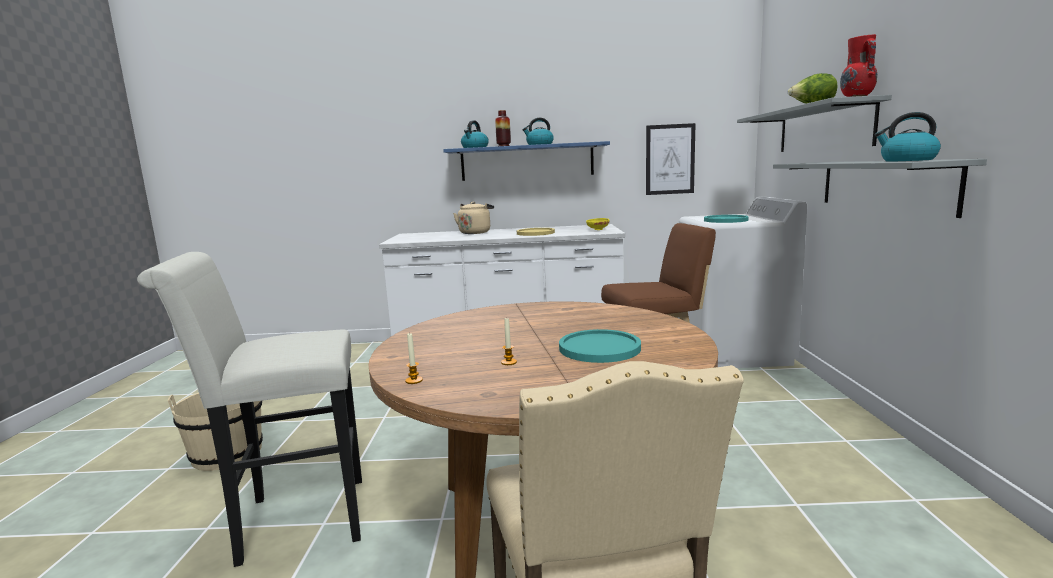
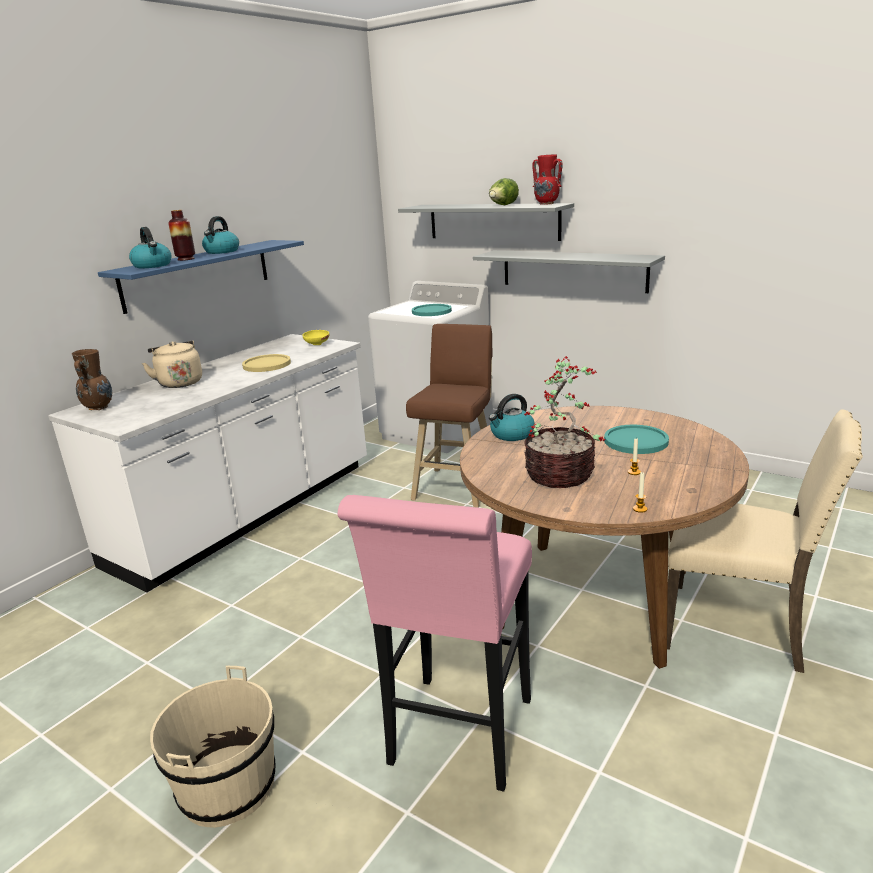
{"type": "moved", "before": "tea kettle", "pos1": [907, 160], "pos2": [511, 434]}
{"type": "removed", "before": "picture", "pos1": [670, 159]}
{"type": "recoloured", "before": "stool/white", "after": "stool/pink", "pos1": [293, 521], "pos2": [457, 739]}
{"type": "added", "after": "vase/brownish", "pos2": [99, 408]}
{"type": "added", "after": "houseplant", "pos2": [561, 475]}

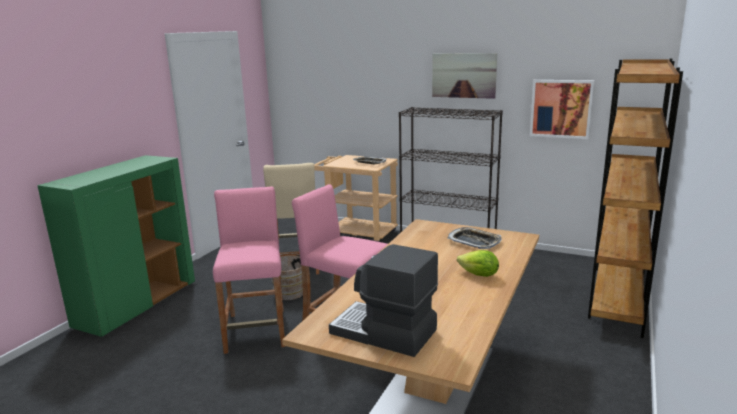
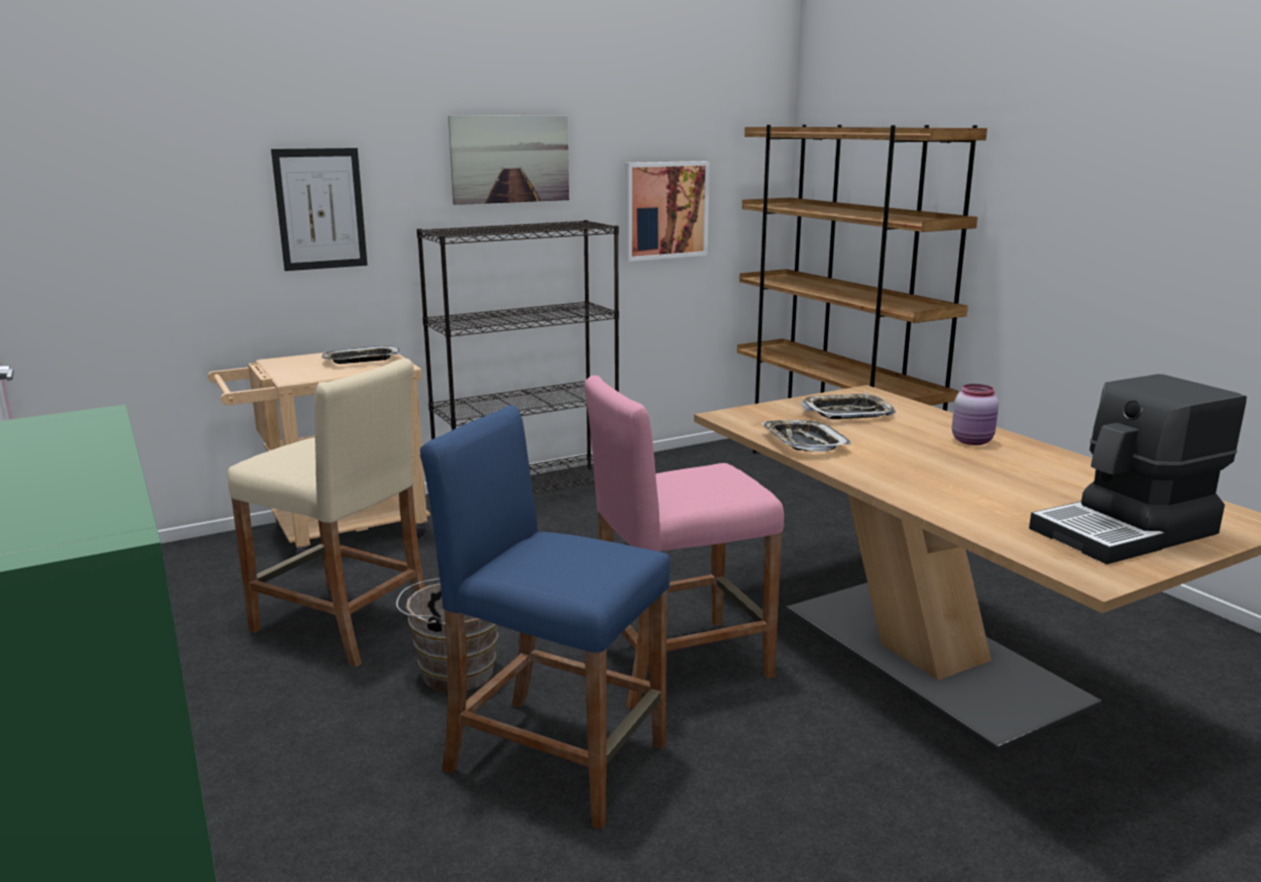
{"type": "recoloured", "before": "stool/pink", "after": "stool/blue", "pos1": [256, 330], "pos2": [556, 757]}
{"type": "replaced", "before": "lettuce", "after": "storage jar/pink", "pos1": [479, 275], "pos2": [973, 441]}
{"type": "added", "after": "picture", "pos2": [320, 209]}
{"type": "added", "after": "serving tray", "pos2": [803, 442]}

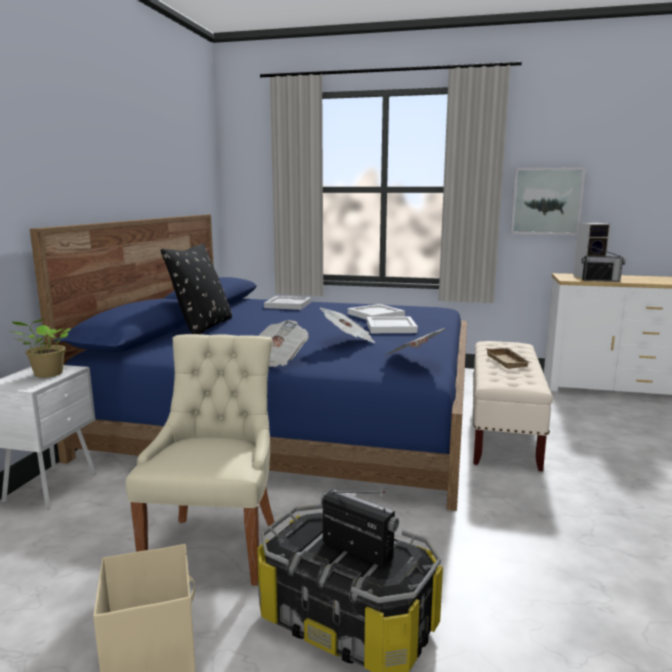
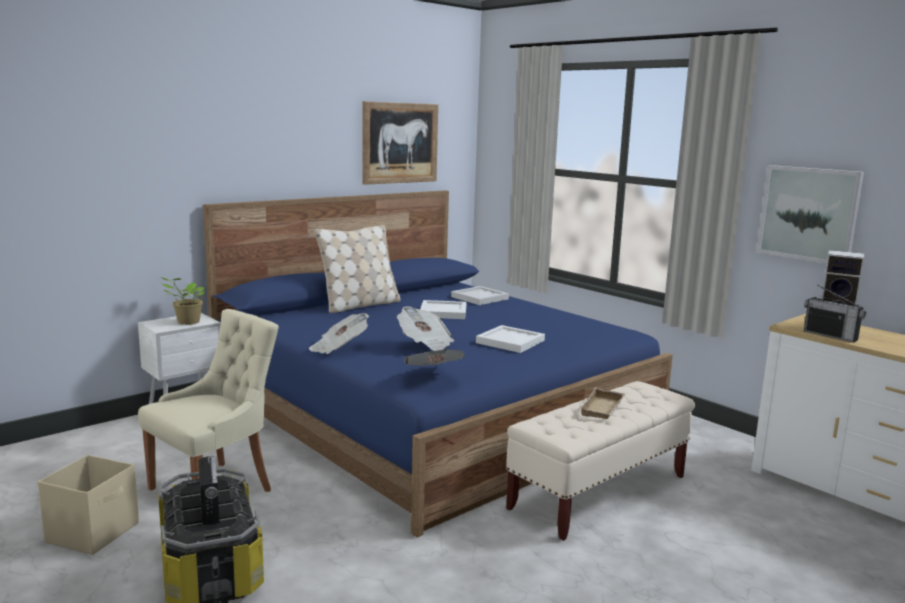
{"type": "recoloured", "before": "pillow/black", "after": "pillow/beige-coloured", "pos1": [203, 326], "pos2": [359, 305]}
{"type": "moved", "before": "serving tray/white", "pos1": [376, 315], "pos2": [444, 312]}
{"type": "added", "after": "picture", "pos2": [400, 143]}

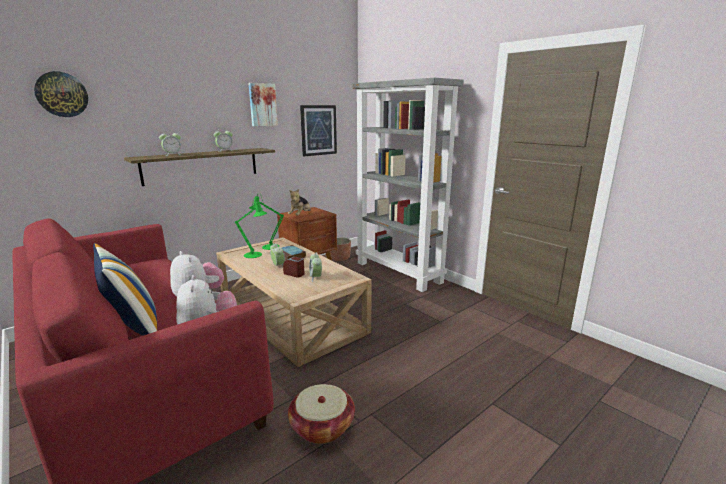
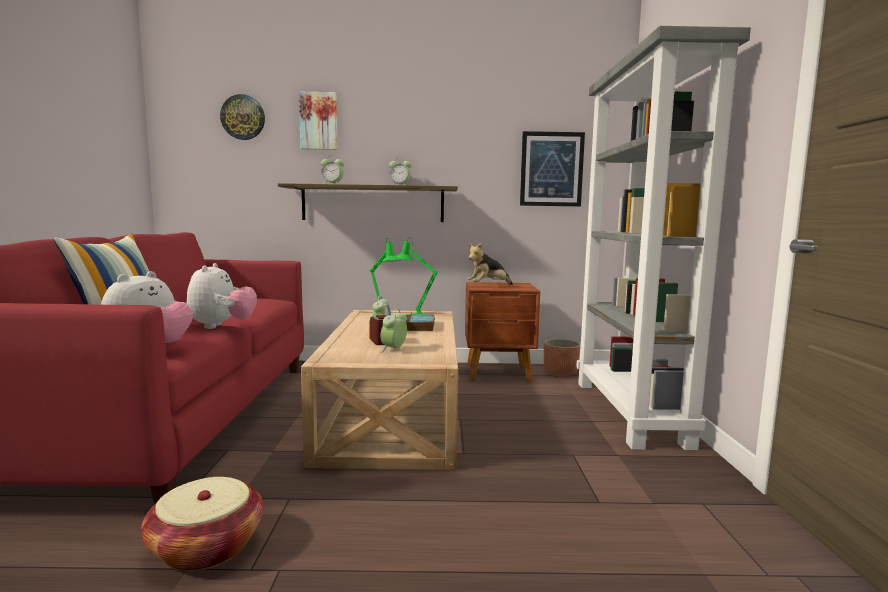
{"type": "moved", "before": "picture", "pos1": [262, 104], "pos2": [319, 121]}

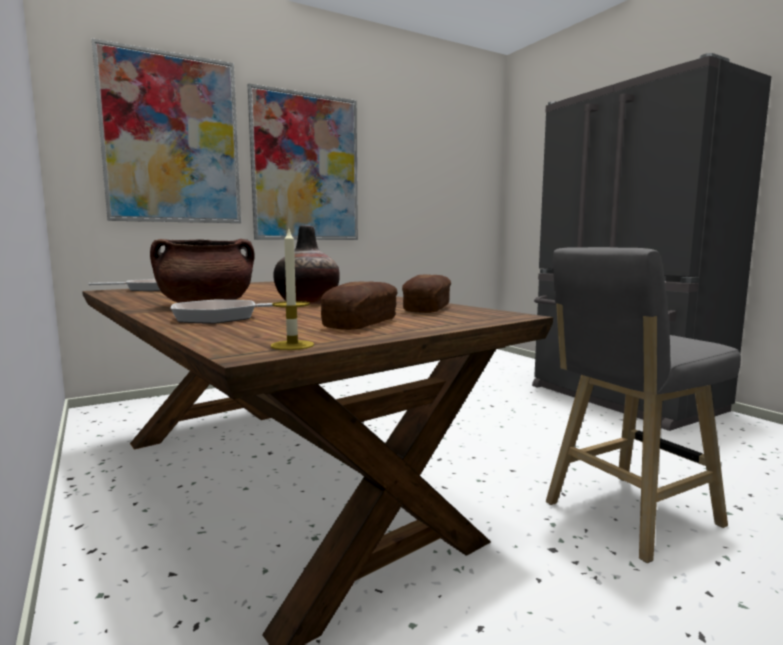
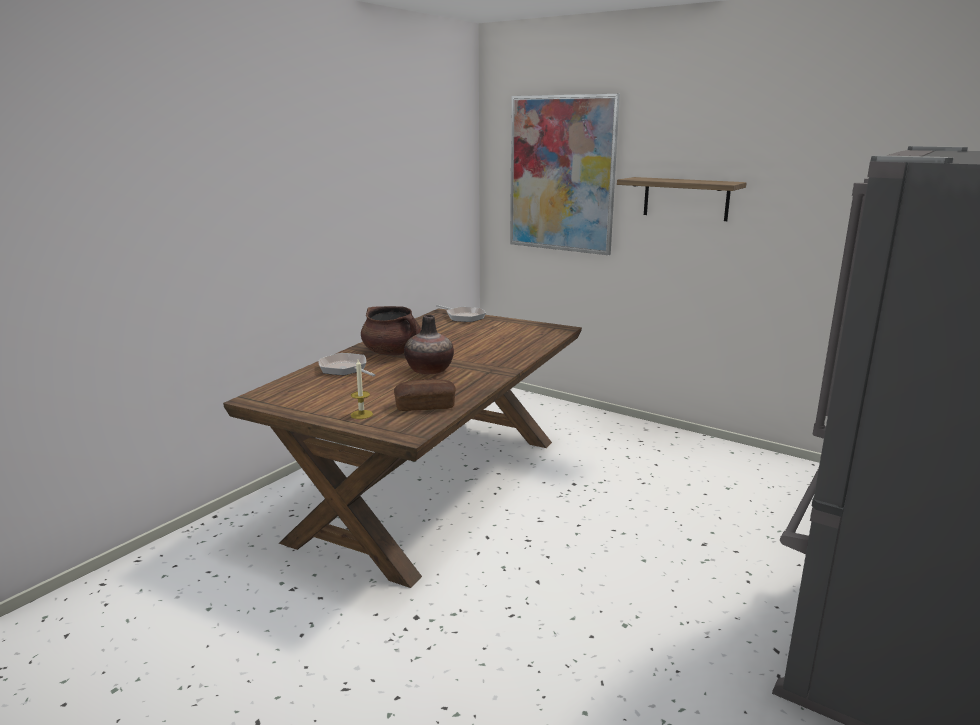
{"type": "replaced", "before": "picture", "after": "shelf", "pos1": [306, 168], "pos2": [686, 198]}
{"type": "moved", "before": "wax candle", "pos1": [292, 345], "pos2": [361, 414]}
{"type": "removed", "before": "stool/grey", "pos1": [626, 516]}
{"type": "removed", "before": "bread", "pos1": [361, 324]}

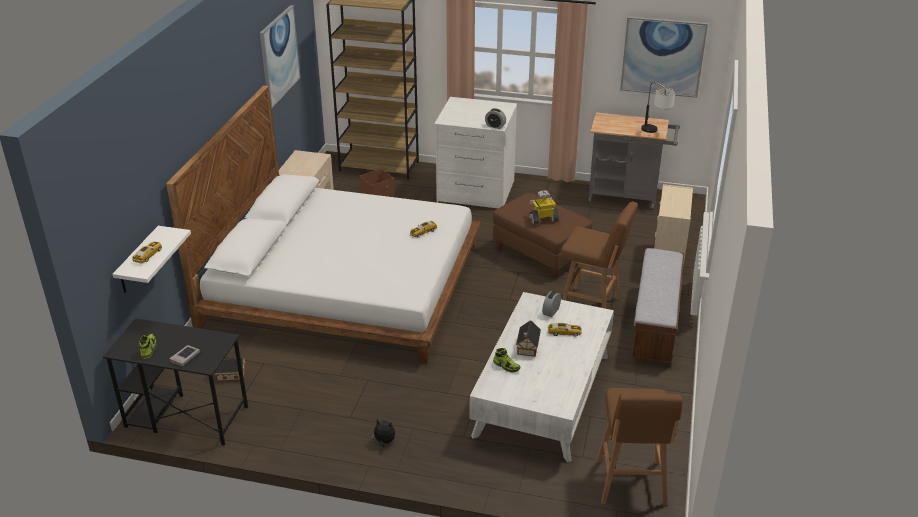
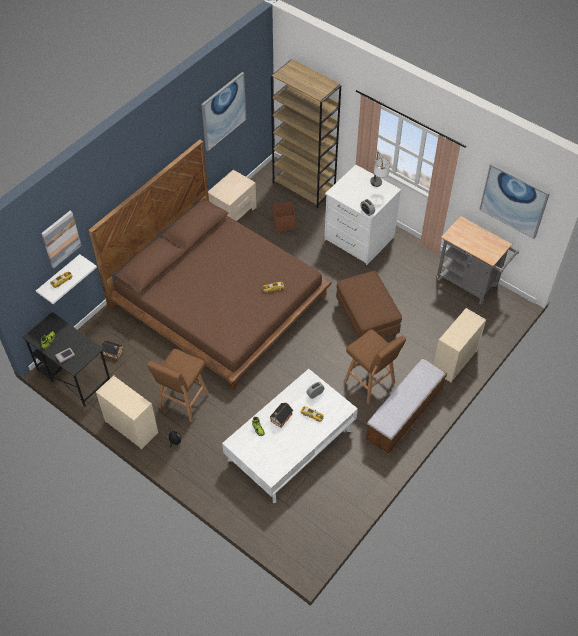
{"type": "moved", "before": "table lamp", "pos1": [655, 132], "pos2": [378, 186]}
{"type": "recoloured", "before": "sleeping bed/white", "after": "sleeping bed/brownish", "pos1": [345, 284], "pos2": [219, 299]}
{"type": "removed", "before": "toy robot", "pos1": [543, 219]}
{"type": "moved", "before": "stool/brownish", "pos1": [630, 484], "pos2": [182, 402]}
{"type": "added", "after": "picture", "pos2": [60, 238]}
{"type": "added", "after": "drawer chest/beige-coloured", "pos2": [131, 426]}

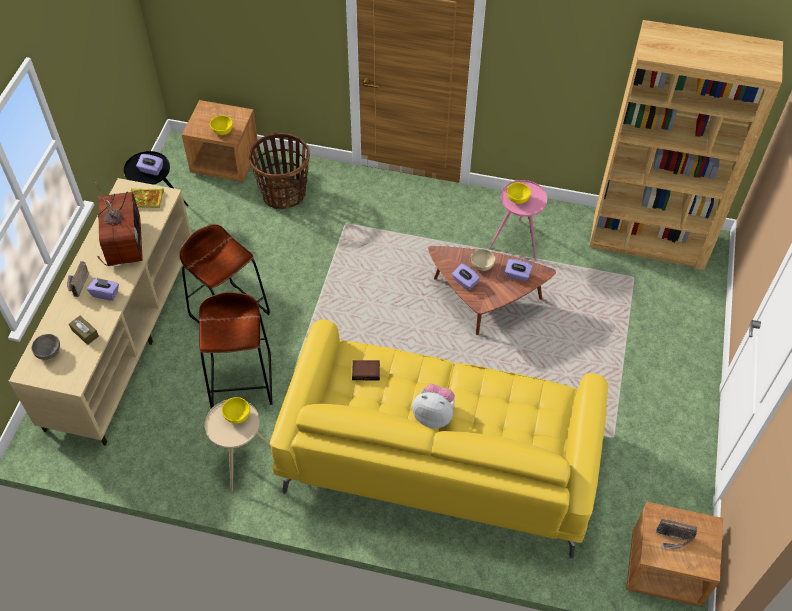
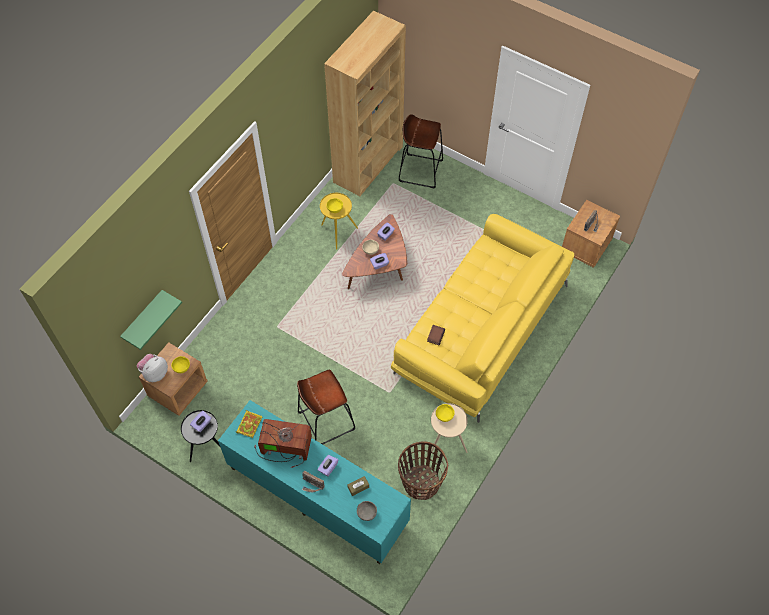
{"type": "moved", "before": "basket", "pos1": [284, 194], "pos2": [421, 482]}
{"type": "recoloured", "before": "tv stand/beige-coloured", "after": "tv stand/turquoise", "pos1": [123, 336], "pos2": [317, 496]}
{"type": "recoloured", "before": "end table/pink", "after": "end table/yellowish", "pos1": [517, 241], "pos2": [337, 232]}
{"type": "moved", "before": "stool/brownish", "pos1": [241, 381], "pos2": [420, 170]}
{"type": "moved", "before": "plush toy", "pos1": [434, 415], "pos2": [155, 373]}
{"type": "added", "after": "shelf/green", "pos2": [143, 318]}

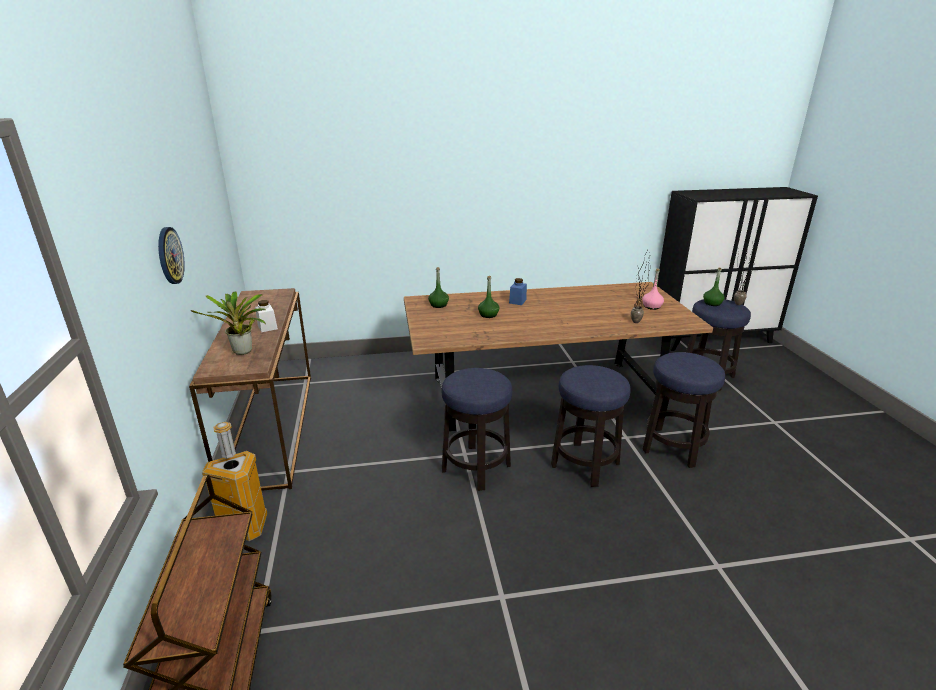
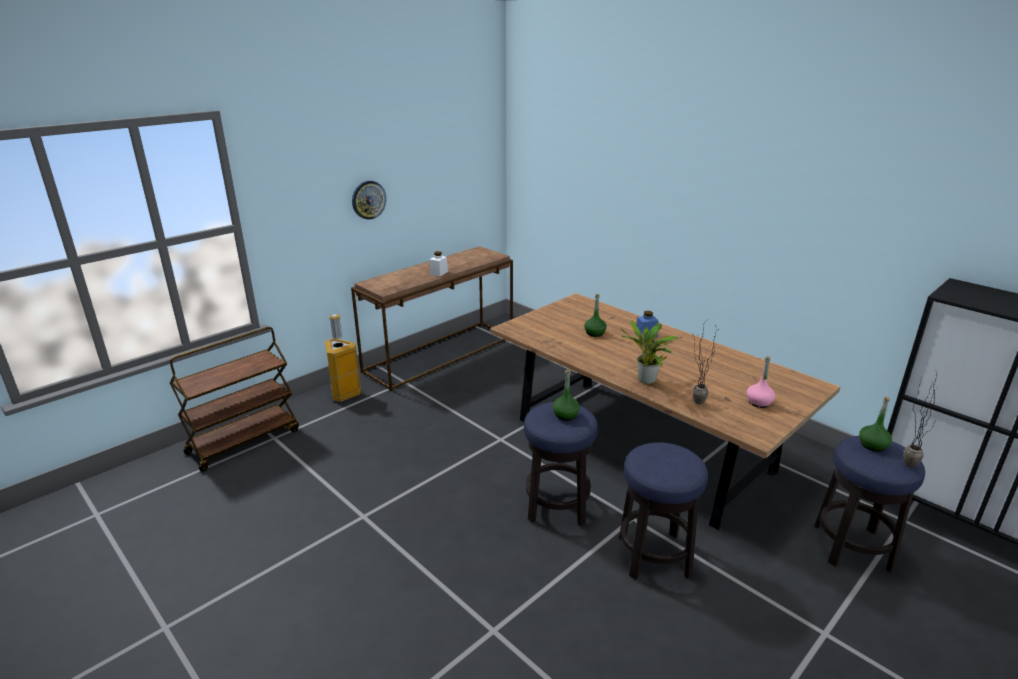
{"type": "moved", "before": "beverage bottle/green", "pos1": [438, 305], "pos2": [565, 415]}
{"type": "moved", "before": "houseplant", "pos1": [243, 352], "pos2": [646, 382]}
{"type": "removed", "before": "stool", "pos1": [476, 468]}

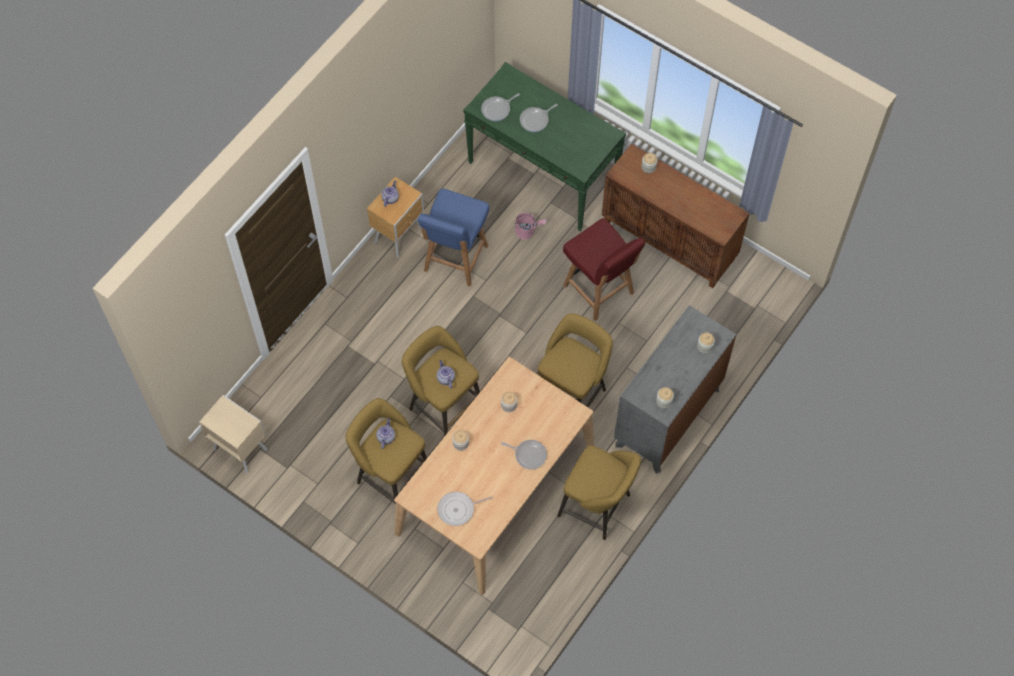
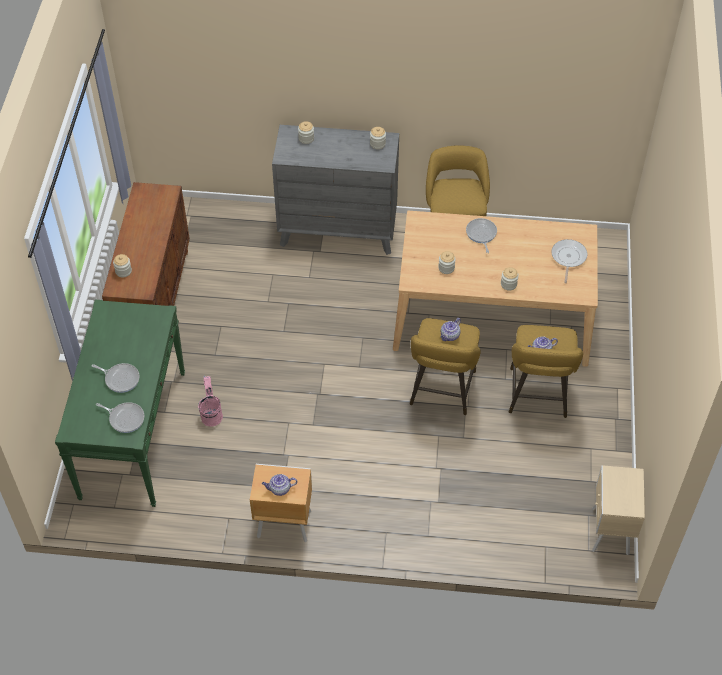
{"type": "removed", "before": "upright chair/blue", "pos1": [455, 259]}
{"type": "removed", "before": "upright chair/reddish", "pos1": [599, 291]}
{"type": "removed", "before": "stool/yellowish", "pos1": [572, 392]}
{"type": "turned", "before": "pan", "pos1": [458, 509], "pos2": [568, 258], "turn": -120}

